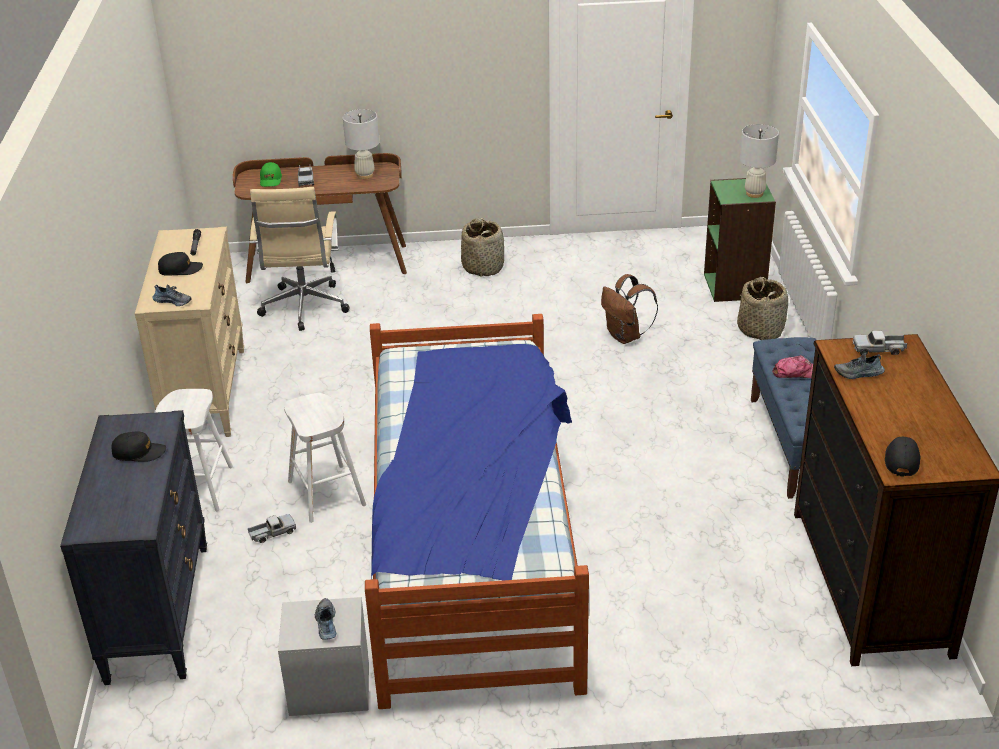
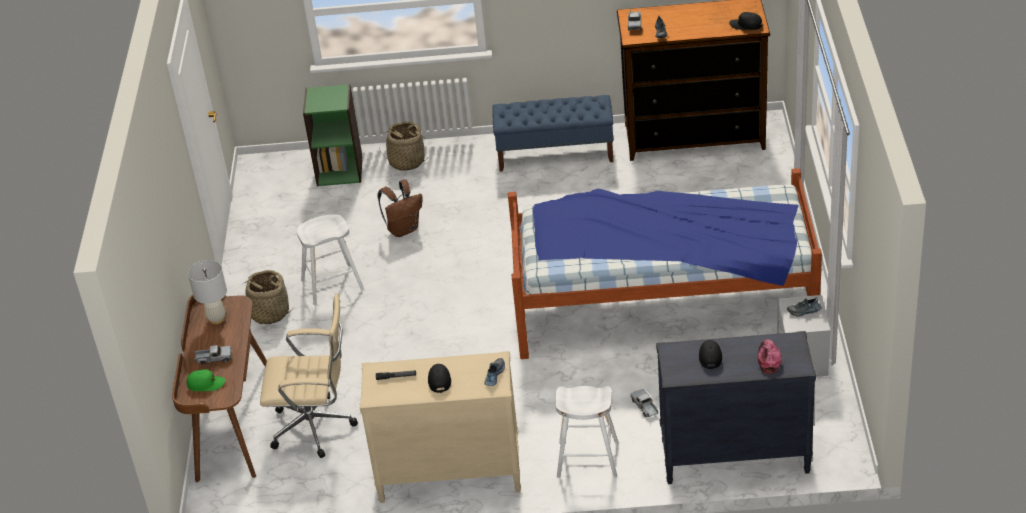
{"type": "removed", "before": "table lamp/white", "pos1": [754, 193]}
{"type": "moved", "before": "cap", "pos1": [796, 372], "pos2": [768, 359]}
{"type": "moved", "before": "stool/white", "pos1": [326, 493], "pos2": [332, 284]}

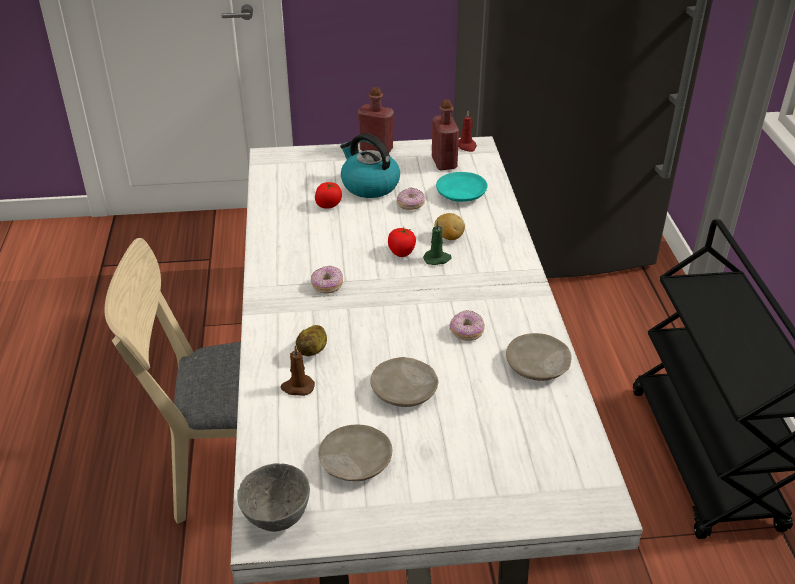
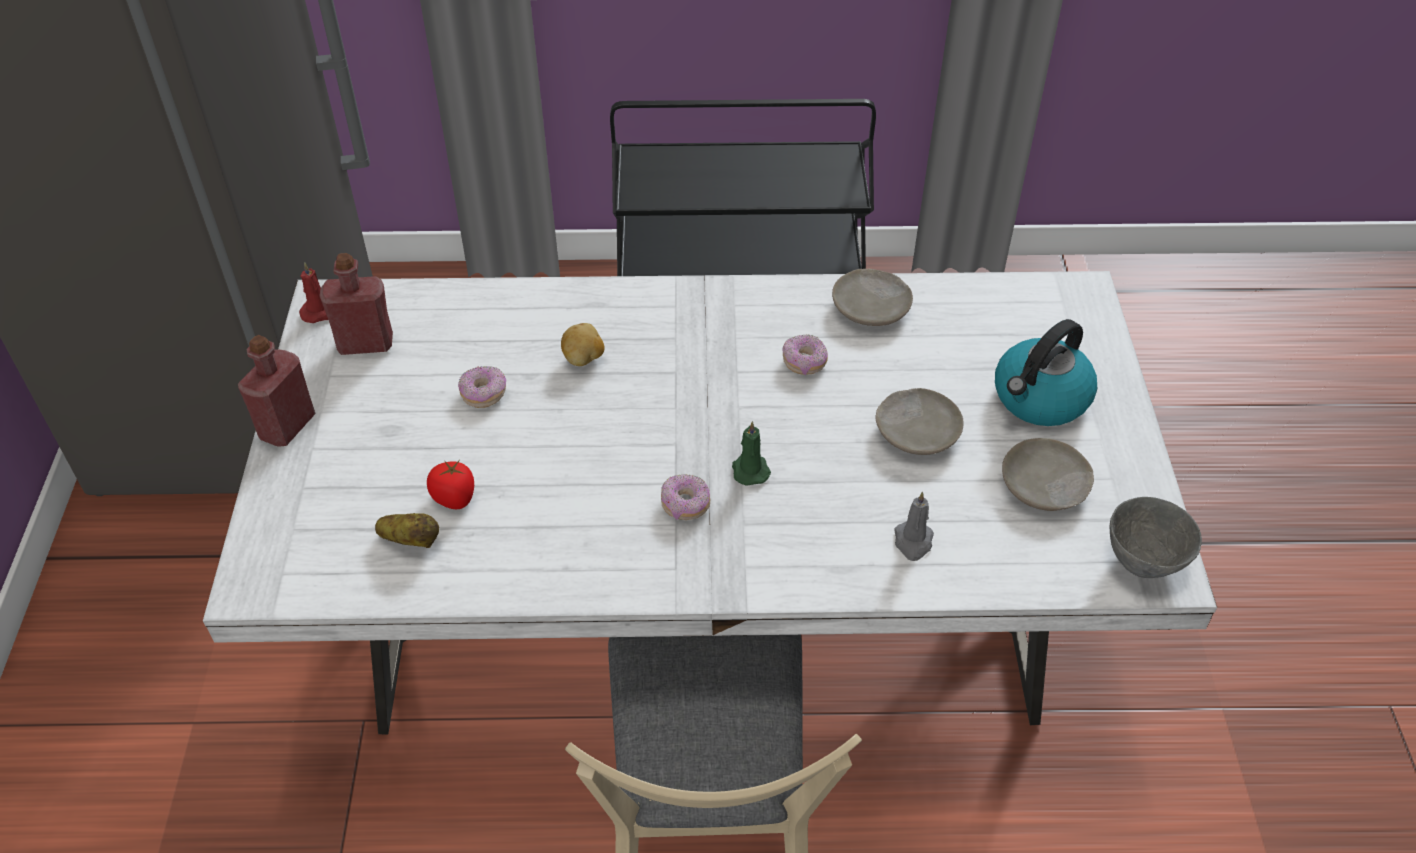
{"type": "moved", "before": "tea kettle", "pos1": [369, 185], "pos2": [1040, 399]}
{"type": "removed", "before": "plate/turquoise", "pos1": [460, 194]}
{"type": "moved", "before": "wax candle/green", "pos1": [437, 259], "pos2": [750, 469]}
{"type": "removed", "before": "fresh tomato", "pos1": [401, 252]}
{"type": "moved", "before": "spud", "pos1": [313, 350], "pos2": [411, 540]}
{"type": "recoloured", "before": "wax candle/brownish", "after": "wax candle/grey", "pos1": [297, 387], "pos2": [913, 542]}

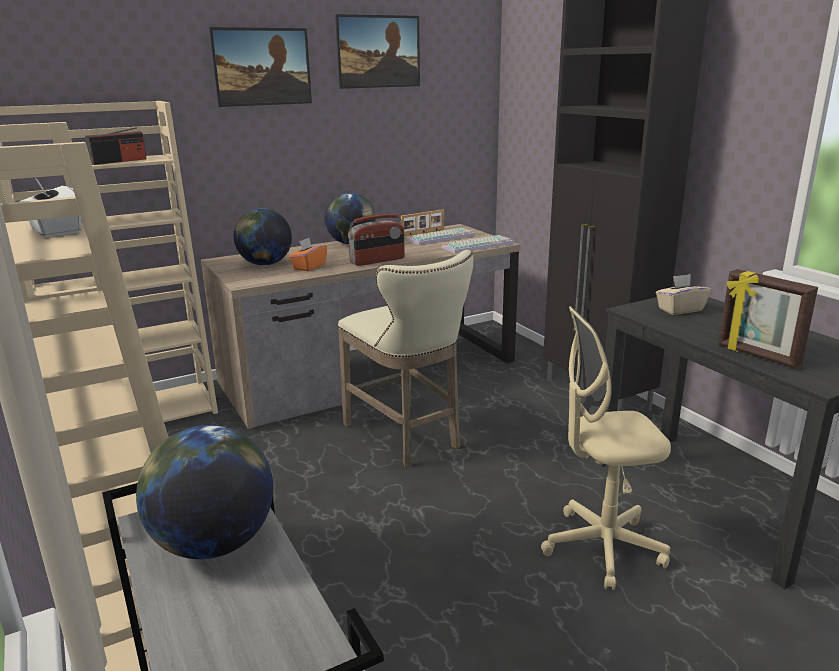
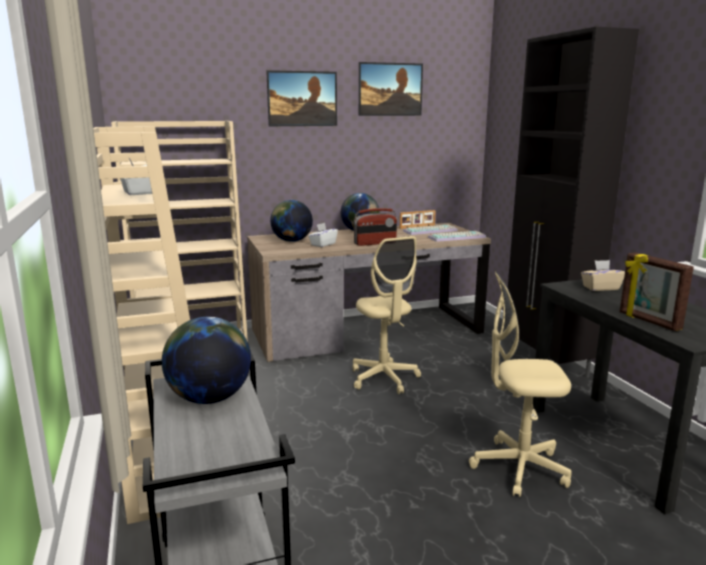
{"type": "removed", "before": "radio", "pos1": [118, 161]}
{"type": "recoloured", "before": "tissue holder/orange", "after": "tissue holder/white", "pos1": [309, 267], "pos2": [323, 244]}
{"type": "replaced", "before": "stool/beige-coloured", "after": "computer chair/beige-coloured", "pos1": [406, 437], "pos2": [384, 378]}

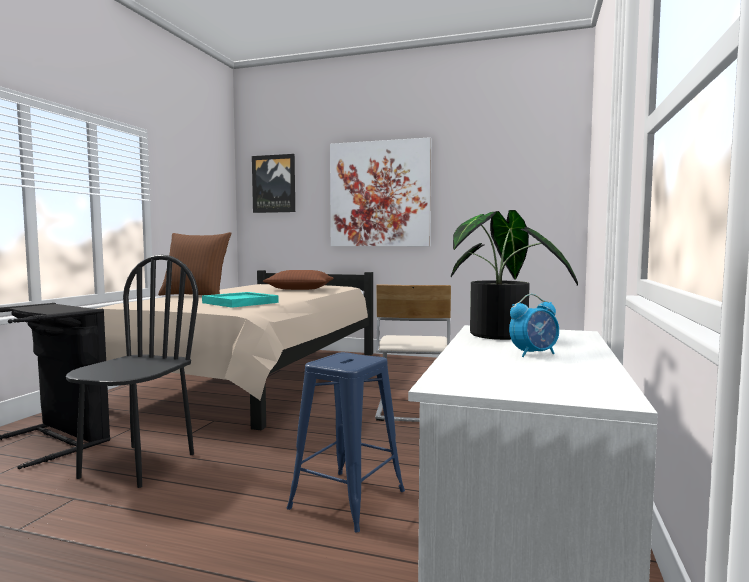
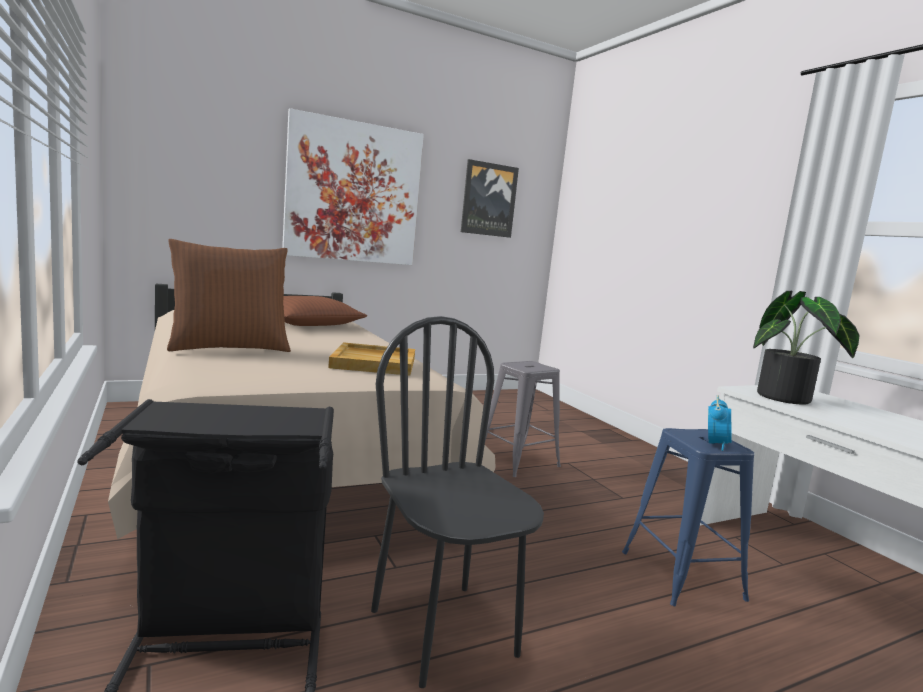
{"type": "moved", "before": "picture", "pos1": [274, 184], "pos2": [488, 199]}
{"type": "replaced", "before": "upright chair/beige-coloured", "after": "stool/grey", "pos1": [412, 408], "pos2": [518, 461]}
{"type": "recoloured", "before": "serving tray/turquoise", "after": "serving tray/beige-coloured", "pos1": [241, 302], "pos2": [375, 363]}
{"type": "moved", "before": "alarm clock", "pos1": [534, 354], "pos2": [716, 445]}

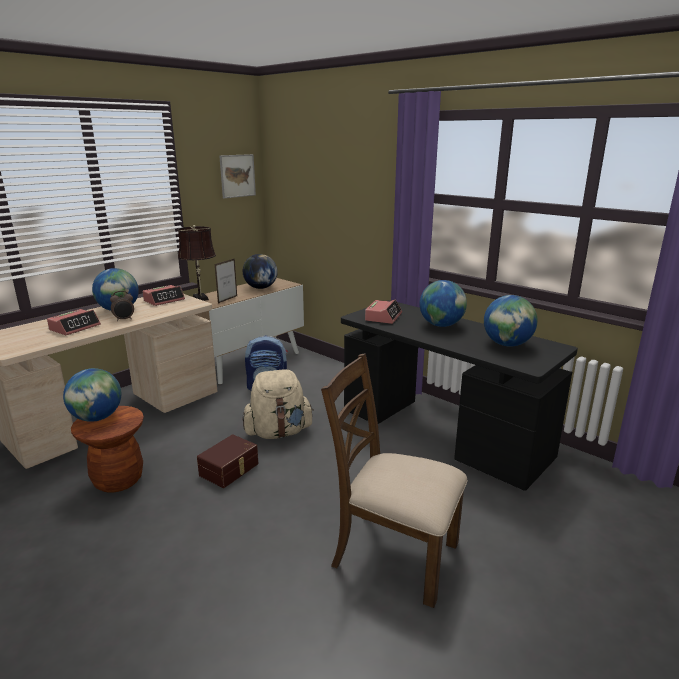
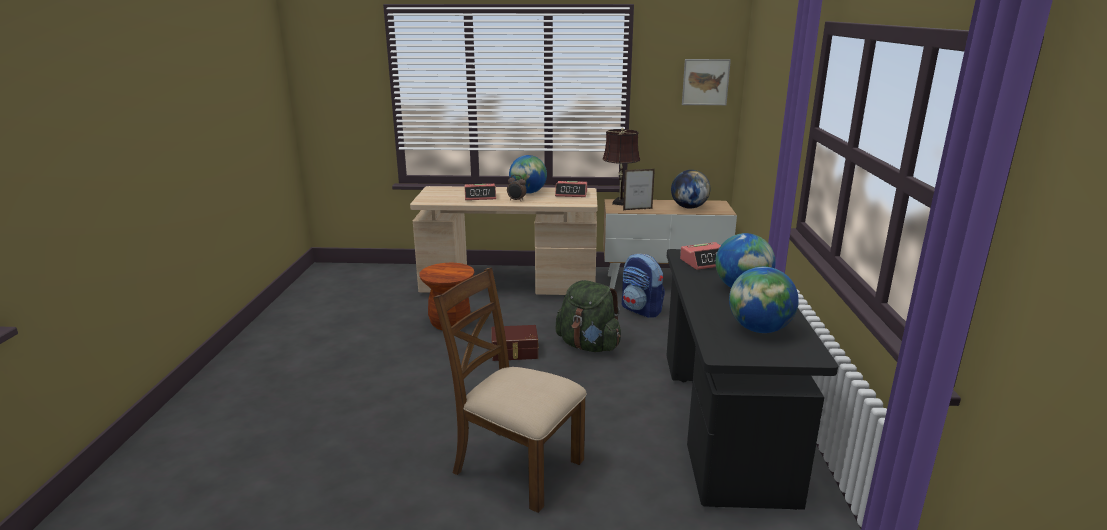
{"type": "turned", "before": "upright chair/brownish", "pos1": [394, 554], "pos2": [516, 466], "turn": -45}
{"type": "removed", "before": "globe", "pos1": [97, 418]}
{"type": "recoloured", "before": "rucksack/beige-coloured", "after": "rucksack/green", "pos1": [278, 432], "pos2": [588, 346]}

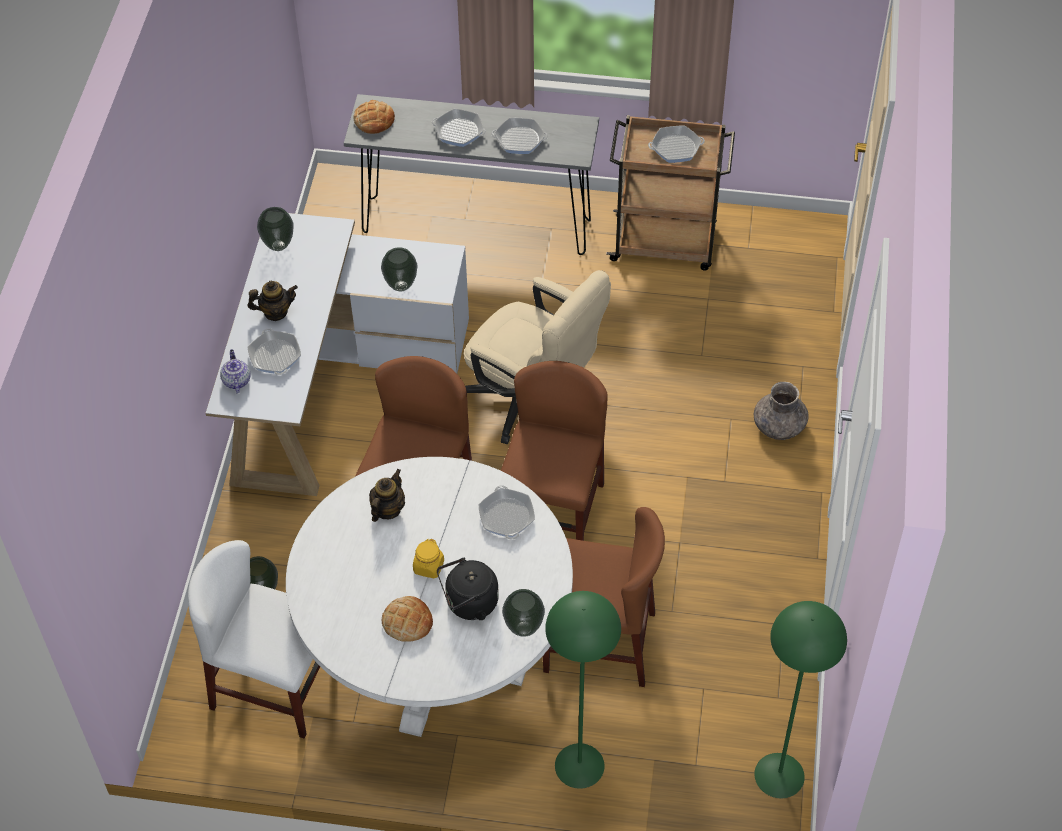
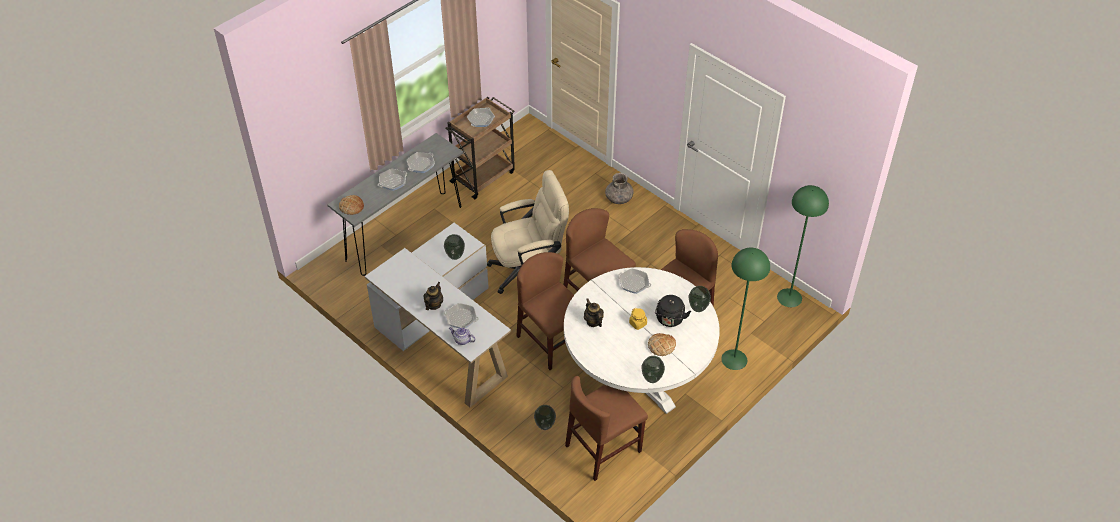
{"type": "moved", "before": "vase", "pos1": [279, 245], "pos2": [652, 378]}
{"type": "recoloured", "before": "upright chair/white", "after": "upright chair/brownish", "pos1": [275, 687], "pos2": [603, 448]}

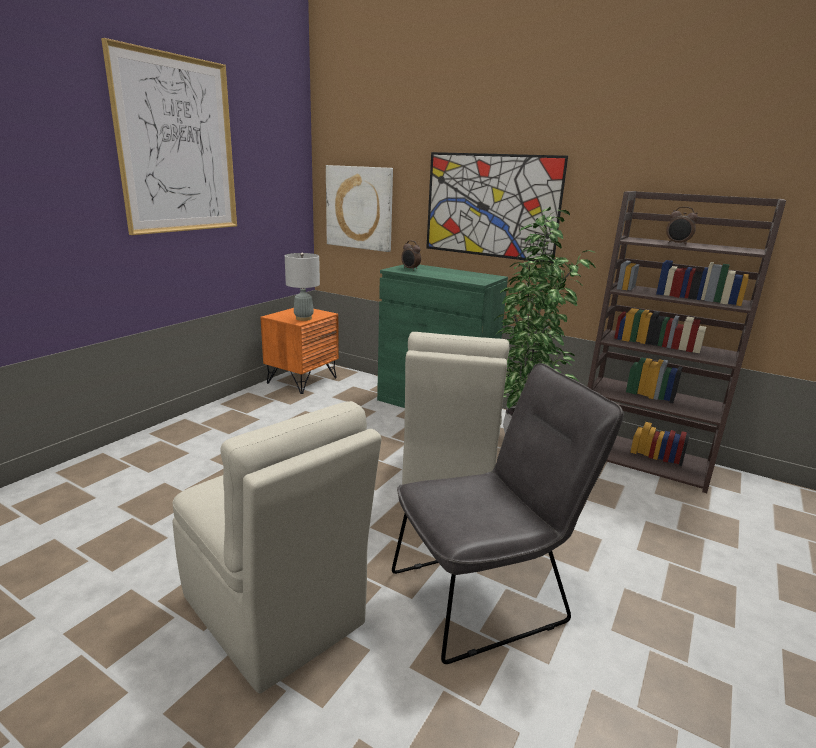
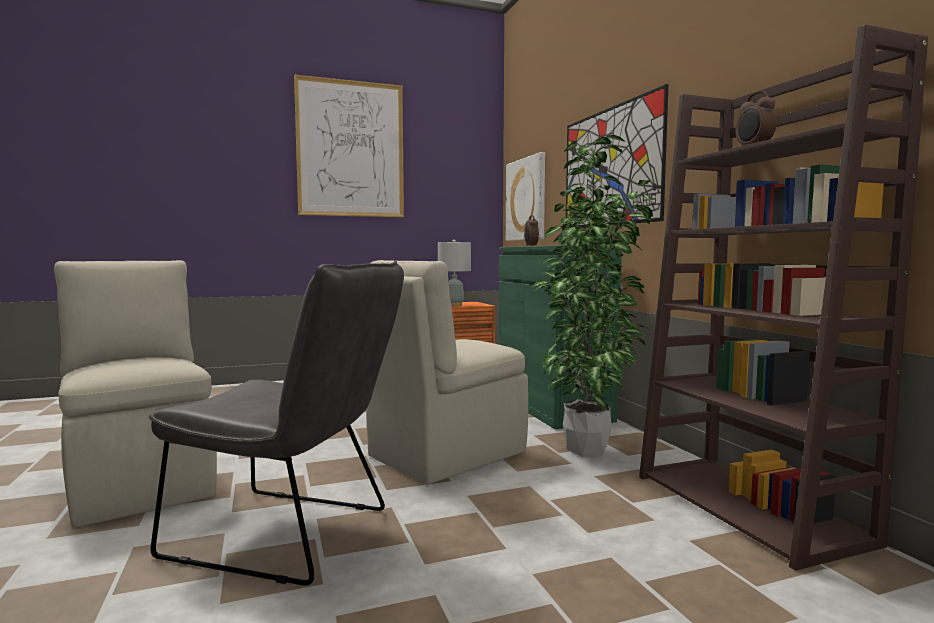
{"type": "turned", "before": "upright chair/beige-coloured", "pos1": [275, 613], "pos2": [141, 482], "turn": 150}

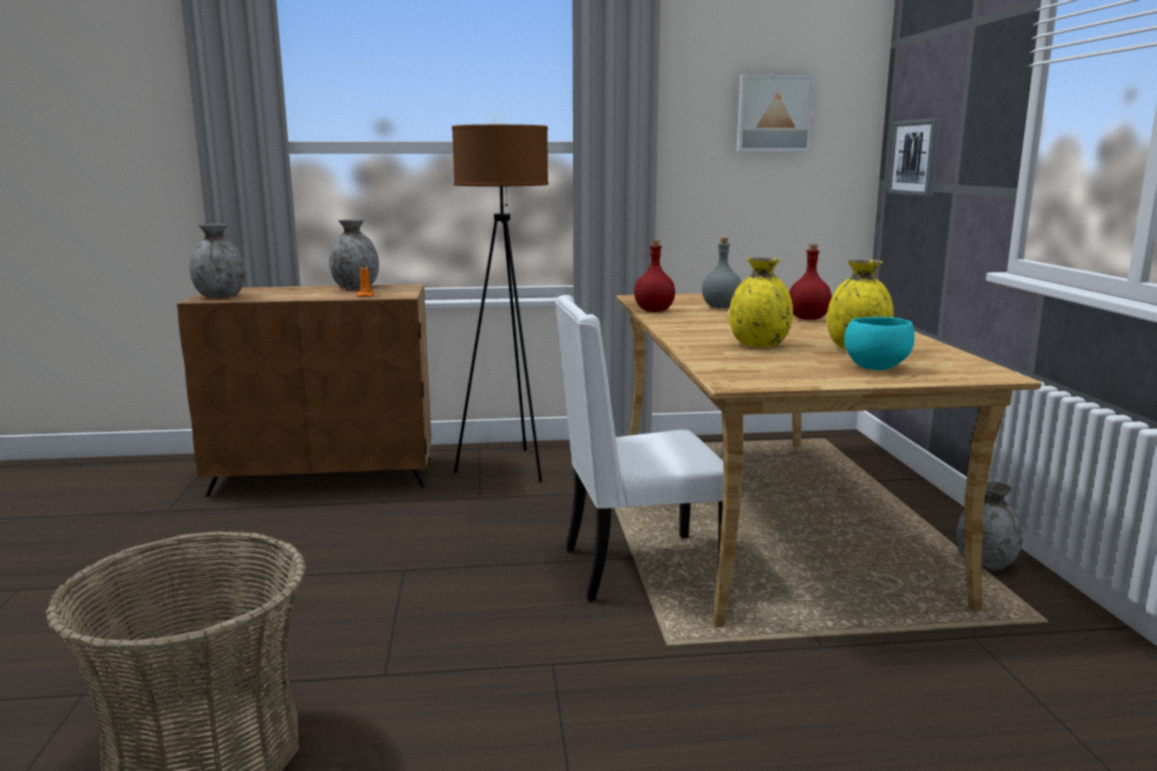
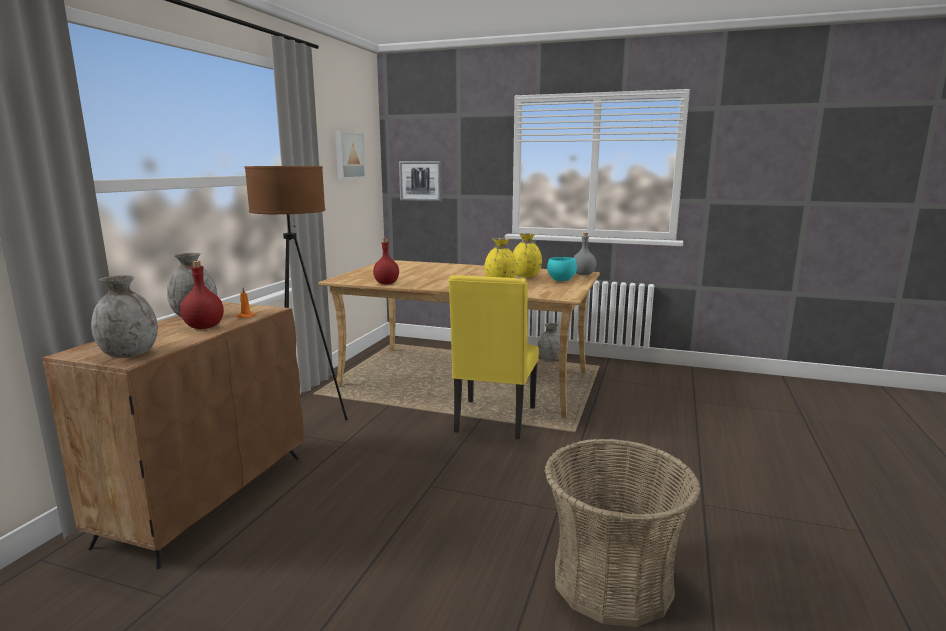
{"type": "moved", "before": "beverage bottle/grey", "pos1": [720, 307], "pos2": [583, 274]}
{"type": "moved", "before": "beverage bottle/reddish", "pos1": [808, 318], "pos2": [204, 327]}
{"type": "recoloured", "before": "upright chair/white", "after": "upright chair/yellowish", "pos1": [638, 568], "pos2": [494, 420]}

